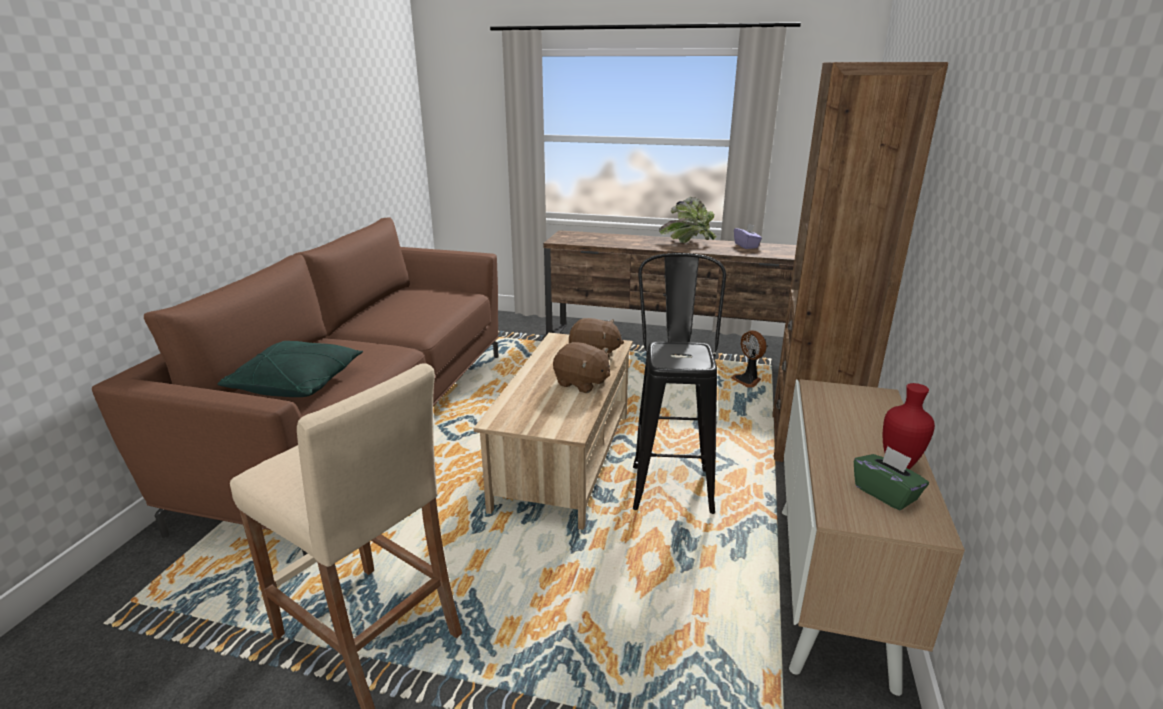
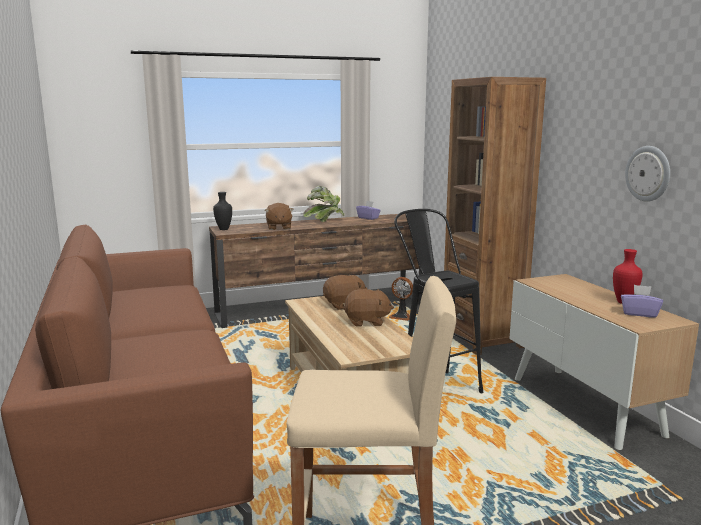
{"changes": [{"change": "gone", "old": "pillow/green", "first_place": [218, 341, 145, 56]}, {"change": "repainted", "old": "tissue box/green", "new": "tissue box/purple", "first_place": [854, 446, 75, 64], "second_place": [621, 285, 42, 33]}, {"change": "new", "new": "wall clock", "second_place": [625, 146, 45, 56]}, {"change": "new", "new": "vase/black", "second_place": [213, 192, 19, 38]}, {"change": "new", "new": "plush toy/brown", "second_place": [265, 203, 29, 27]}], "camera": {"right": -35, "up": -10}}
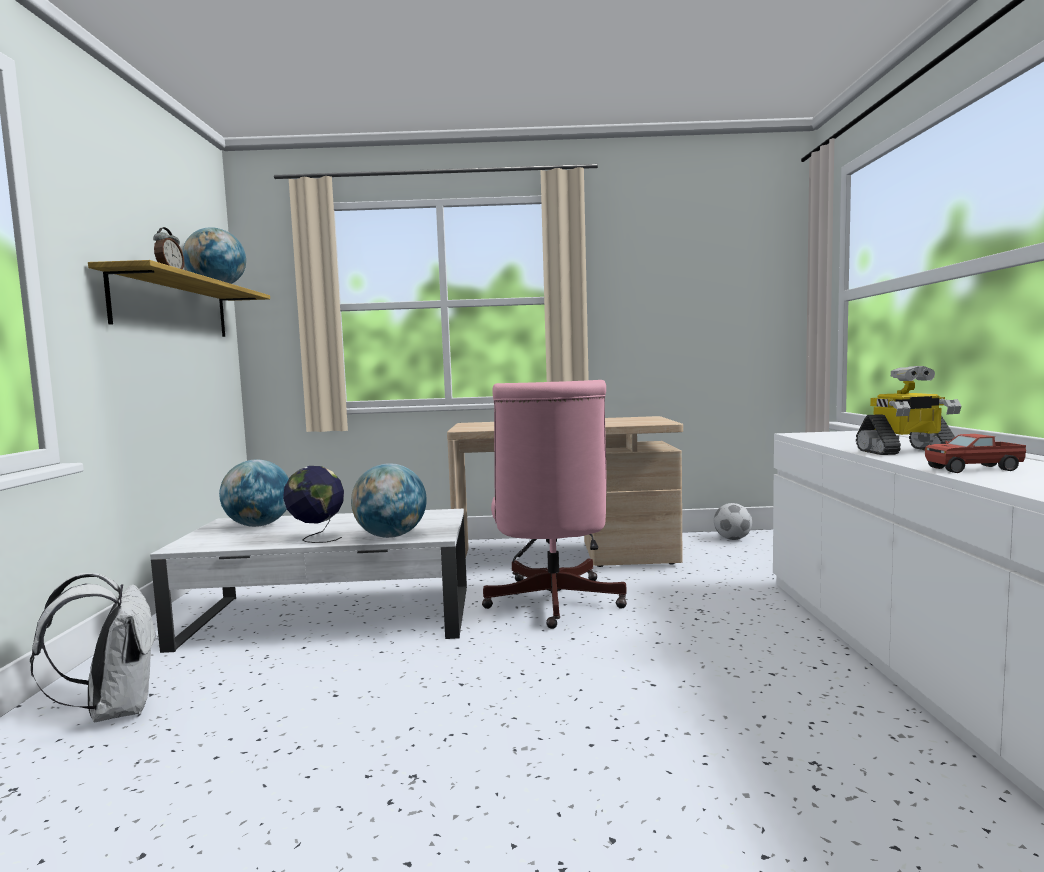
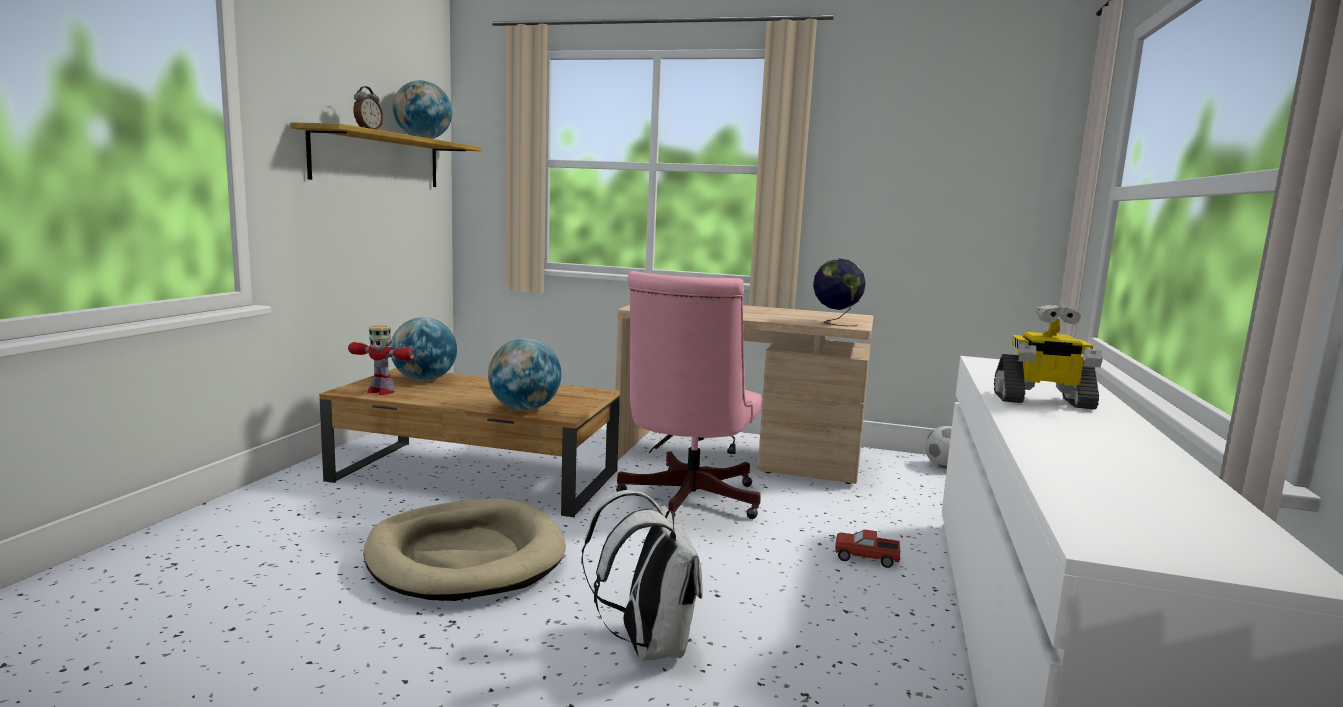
{"changes": [{"change": "shifted", "old": "toy truck", "first_place": [925, 434, 101, 39], "second_place": [835, 530, 65, 38]}, {"change": "shifted", "old": "globe", "first_place": [283, 466, 61, 77], "second_place": [813, 258, 53, 68]}, {"change": "repainted", "old": "coffee table/white", "new": "coffee table/brown", "first_place": [150, 509, 317, 144], "second_place": [319, 368, 301, 149]}, {"change": "shifted", "old": "backpack/white", "first_place": [30, 573, 128, 150], "second_place": [581, 490, 122, 171]}, {"change": "new", "new": "toy robot", "second_place": [348, 325, 67, 70]}, {"change": "new", "new": "dog bed/beige", "second_place": [364, 498, 202, 103]}], "camera": {"right": 15, "up": 5}}
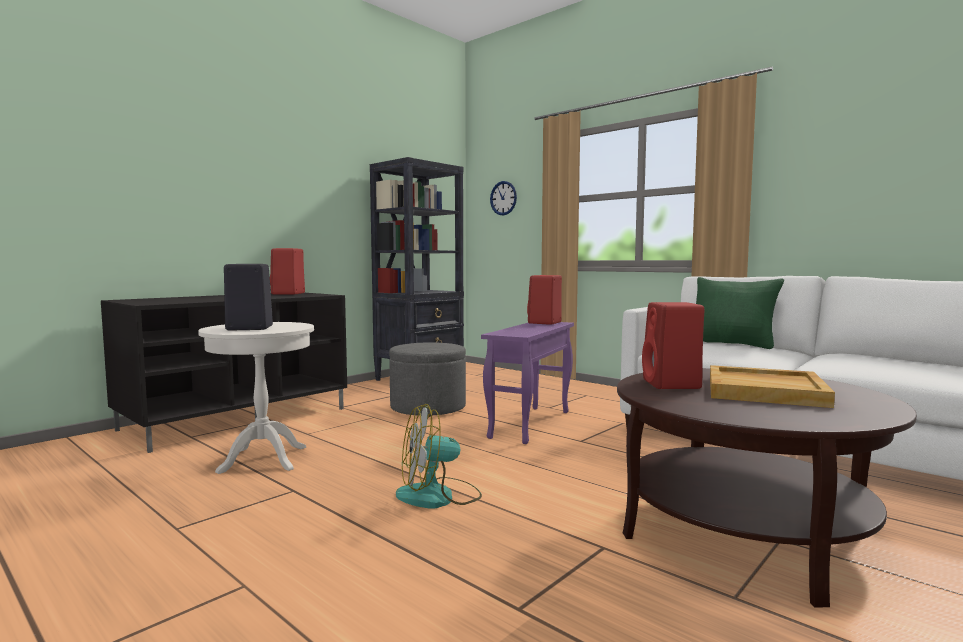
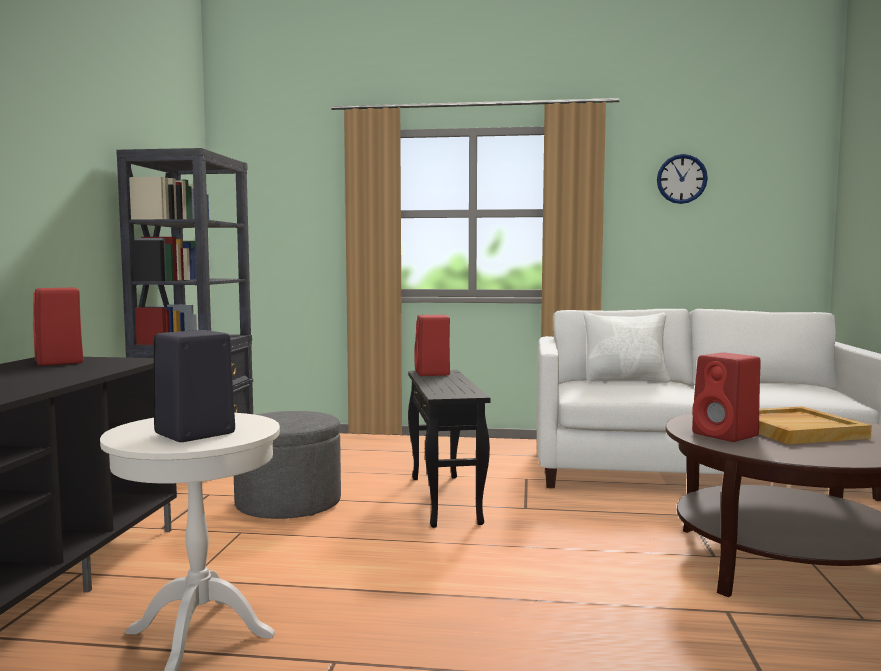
{"changes": [{"change": "shifted", "old": "wall clock", "first_place": [490, 181, 27, 35], "second_place": [657, 154, 51, 50]}, {"change": "repainted", "old": "pillow/green", "new": "pillow/white", "first_place": [696, 277, 88, 72], "second_place": [584, 312, 86, 71]}, {"change": "repainted", "old": "side table/purple", "new": "side table/black", "first_place": [481, 322, 93, 122], "second_place": [408, 370, 82, 158]}, {"change": "gone", "old": "fan", "first_place": [396, 404, 86, 105]}], "camera": {"right": -35, "up": 0}}
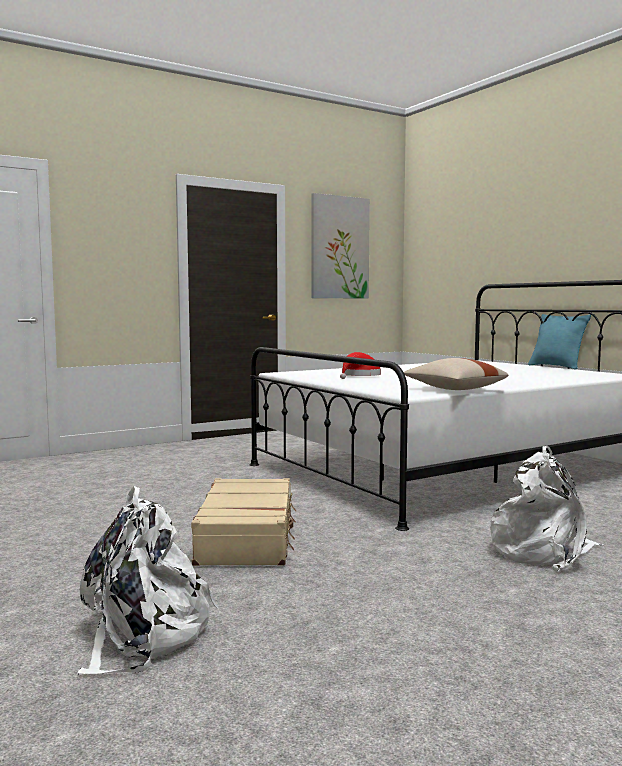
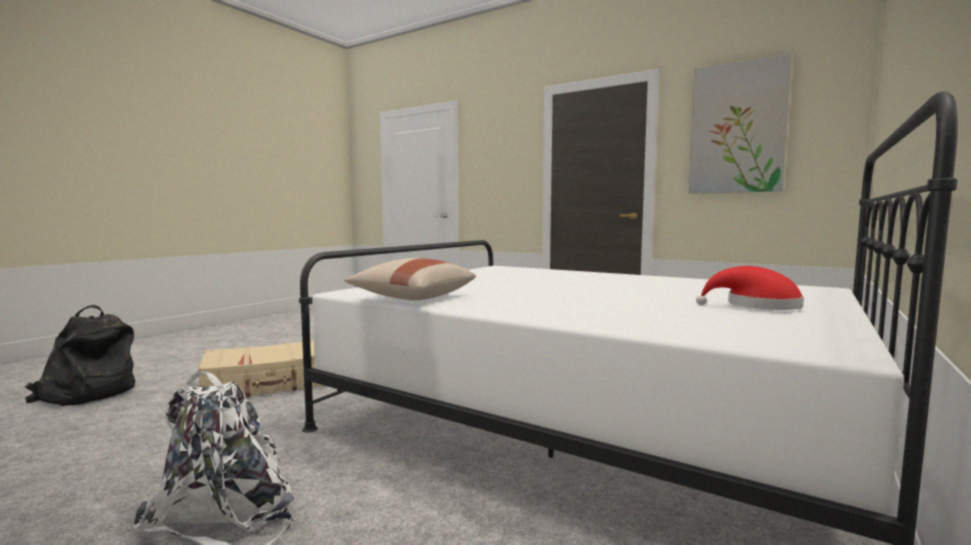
{"changes": [{"change": "gone", "old": "pillow/turquoise", "first_place": [528, 314, 63, 56]}, {"change": "shifted", "old": "hat/red", "first_place": [340, 352, 41, 27], "second_place": [696, 266, 108, 44]}, {"change": "repainted", "old": "backpack/white", "new": "backpack/black", "first_place": [77, 486, 141, 189], "second_place": [25, 305, 111, 101]}], "camera": {"right": 65, "up": 0}}
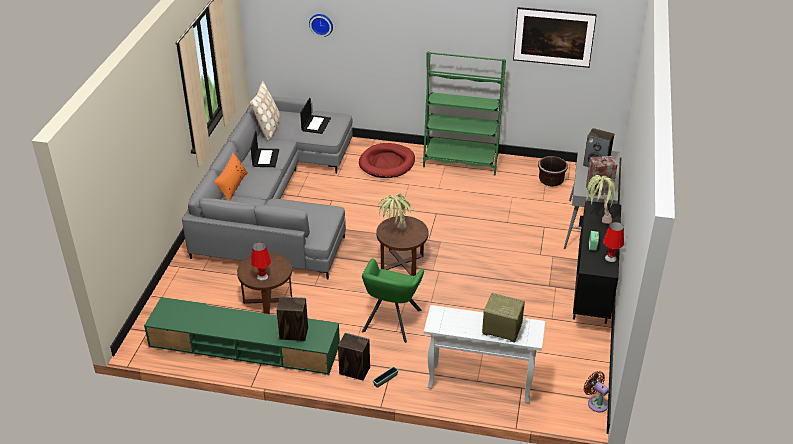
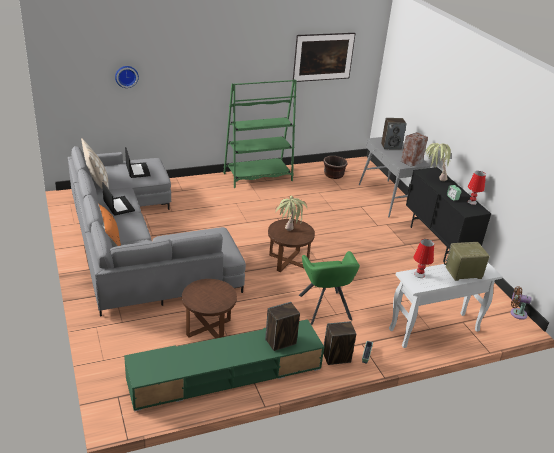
{"changes": [{"change": "gone", "old": "dog bed/red", "first_place": [359, 143, 56, 35]}, {"change": "shifted", "old": "table lamp/red", "first_place": [251, 242, 20, 39], "second_place": [413, 239, 21, 39]}], "camera": {"right": -35, "up": -5}}
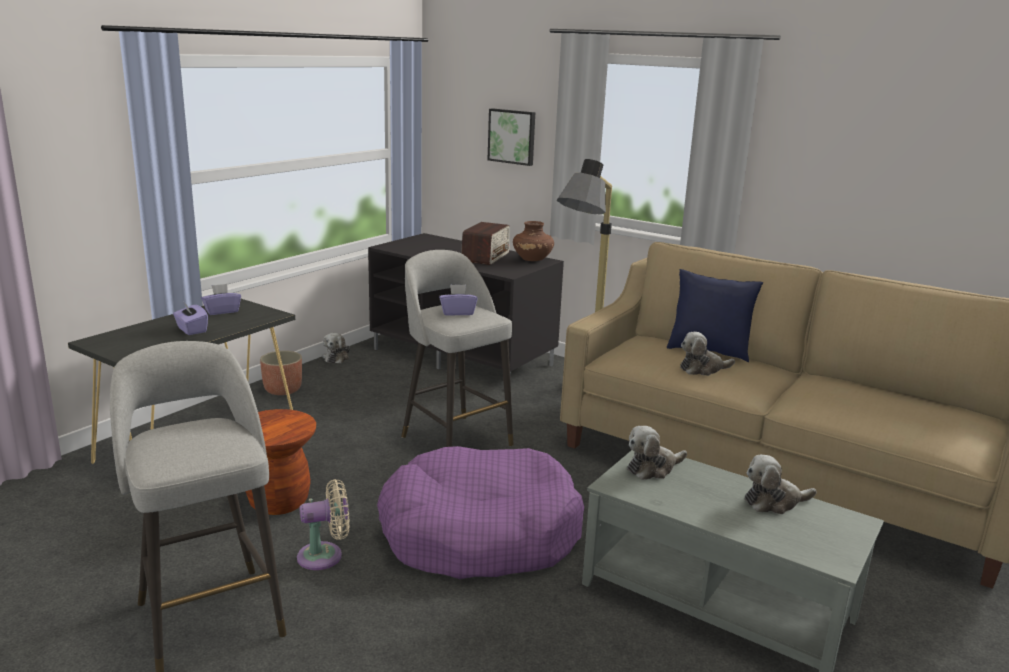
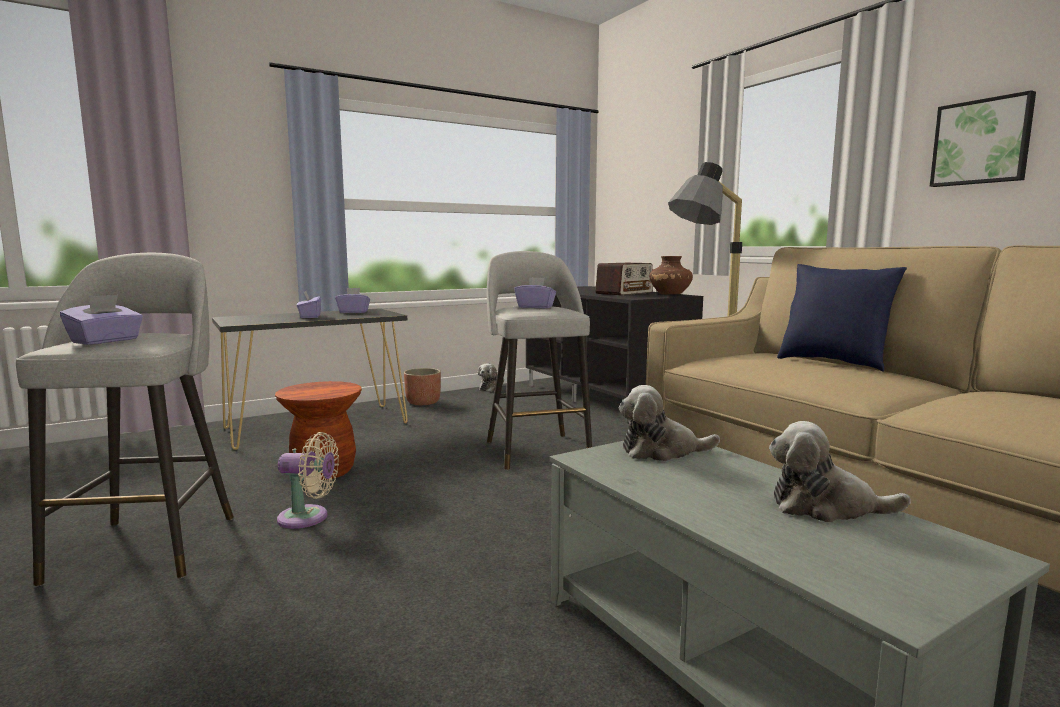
{"changes": [{"change": "shifted", "old": "picture", "first_place": [487, 108, 48, 58], "second_place": [930, 90, 106, 97]}, {"change": "gone", "old": "plush toy", "first_place": [680, 332, 55, 44]}, {"change": "gone", "old": "dog bed/purple", "first_place": [377, 446, 207, 133]}, {"change": "new", "new": "tissue box/purple", "second_place": [60, 294, 83, 51]}], "camera": {"right": 25, "up": -10}}
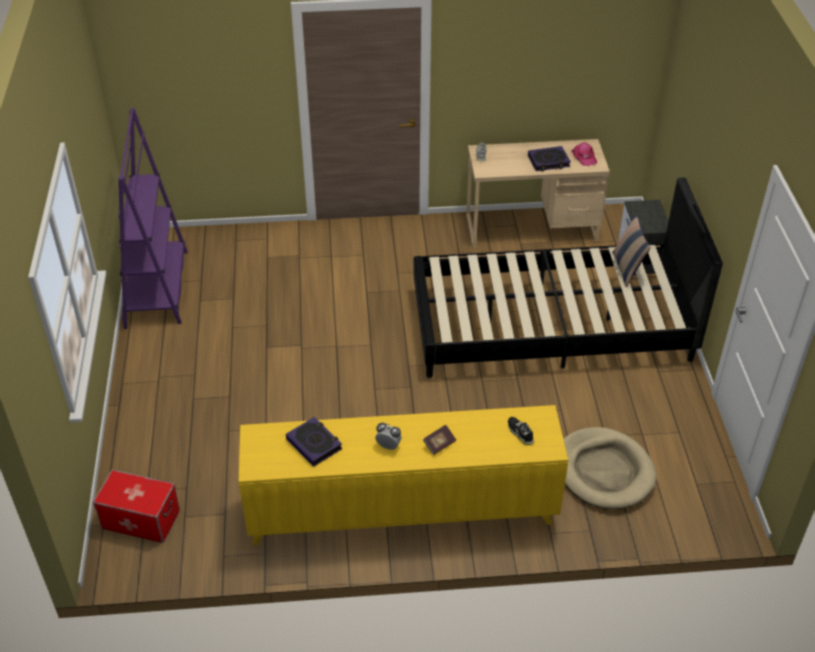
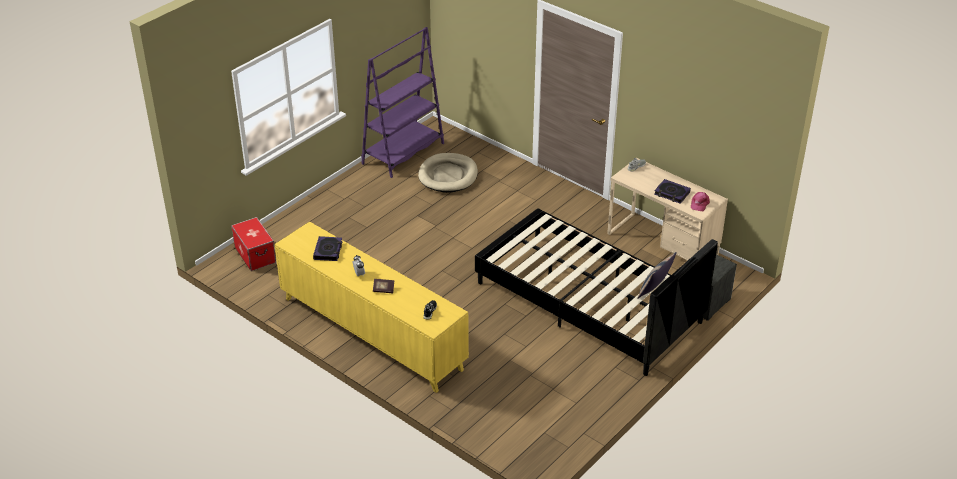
{"changes": [{"change": "shifted", "old": "dog bed/beige", "first_place": [564, 427, 93, 82], "second_place": [418, 153, 60, 40]}], "camera": {"right": 45, "up": -5}}
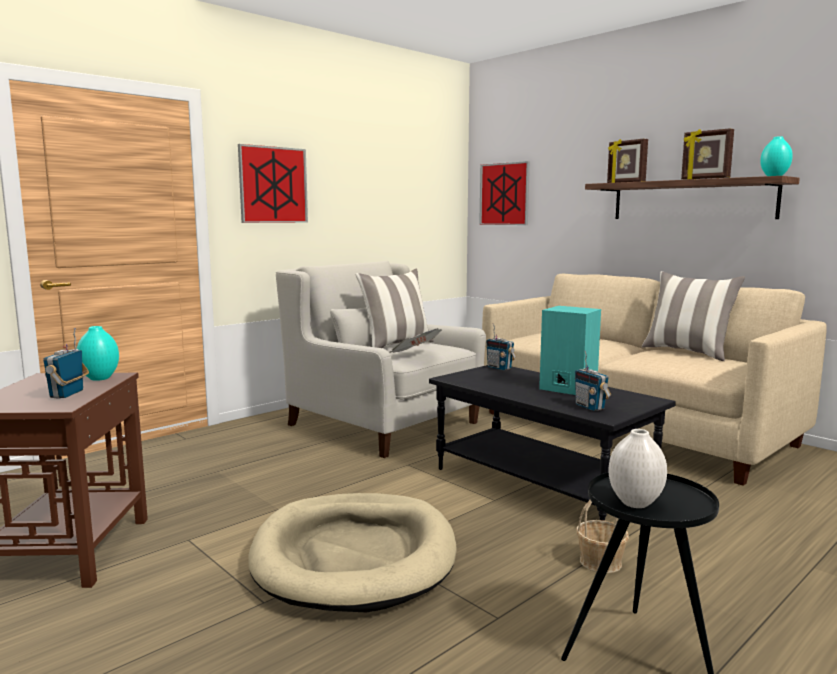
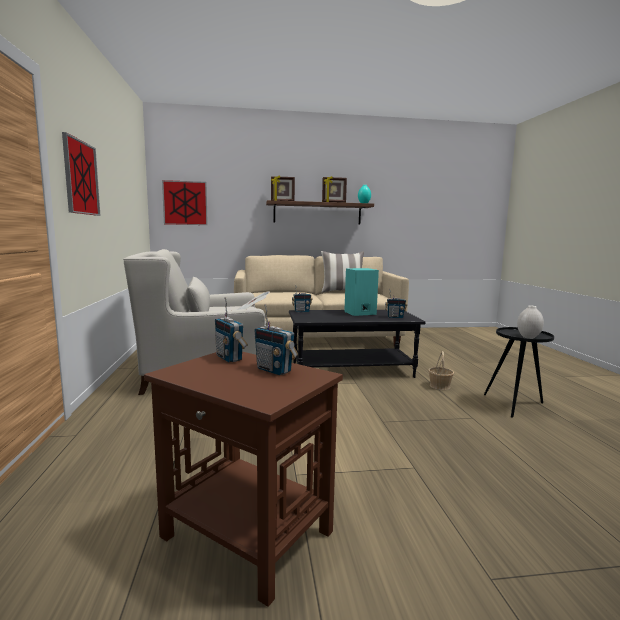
{"changes": [{"change": "gone", "old": "pillow", "first_place": [355, 269, 79, 79]}, {"change": "swapped", "old": "vase/turquoise", "new": "radio", "first_place": [77, 326, 42, 55], "second_place": [215, 298, 33, 64]}, {"change": "gone", "old": "dog bed/beige", "first_place": [248, 493, 209, 119]}], "camera": {"right": -55, "up": 0}}
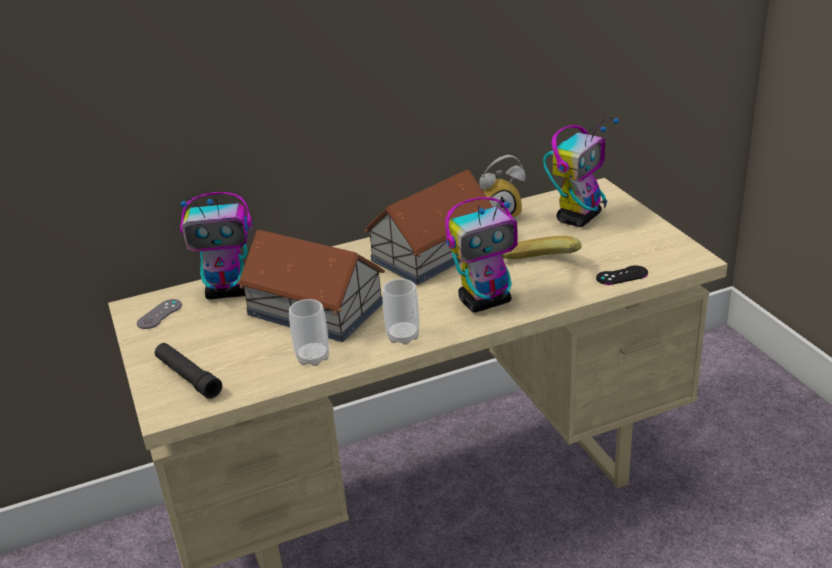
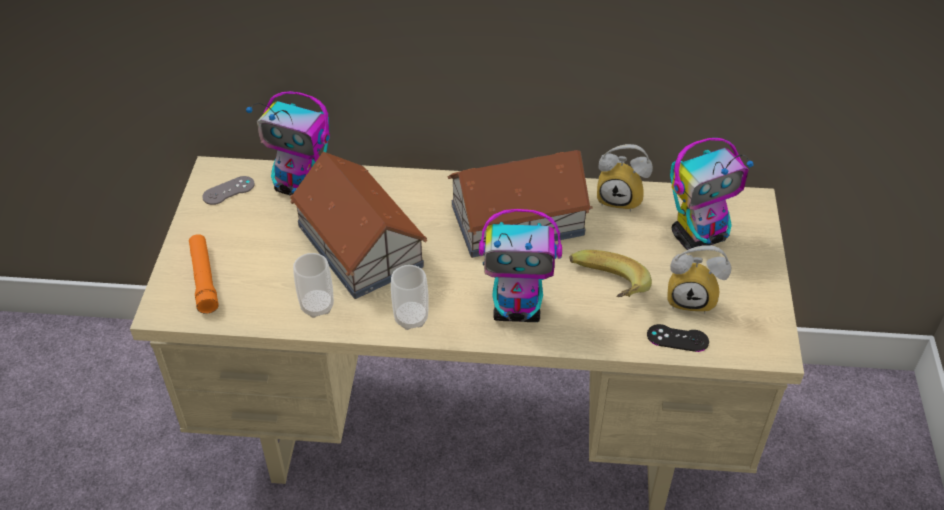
{"changes": [{"change": "repainted", "old": "flashlight/black", "new": "flashlight/orange", "first_place": [155, 343, 67, 56], "second_place": [189, 234, 30, 80]}, {"change": "new", "new": "alarm clock", "second_place": [667, 245, 64, 69]}], "camera": {"right": 25, "up": 15}}
